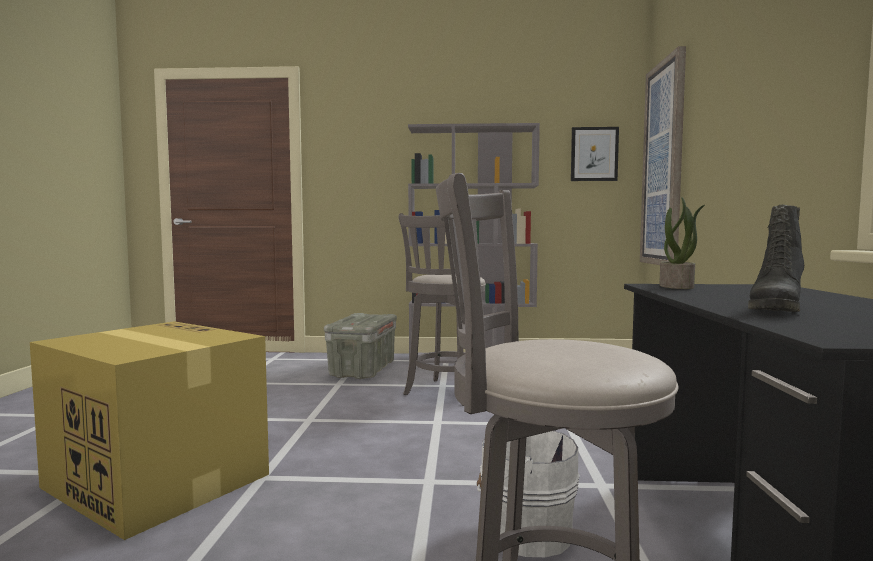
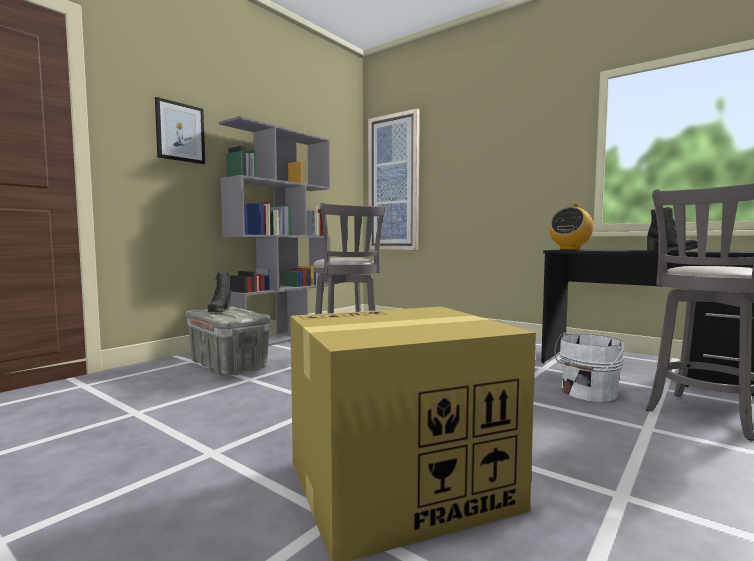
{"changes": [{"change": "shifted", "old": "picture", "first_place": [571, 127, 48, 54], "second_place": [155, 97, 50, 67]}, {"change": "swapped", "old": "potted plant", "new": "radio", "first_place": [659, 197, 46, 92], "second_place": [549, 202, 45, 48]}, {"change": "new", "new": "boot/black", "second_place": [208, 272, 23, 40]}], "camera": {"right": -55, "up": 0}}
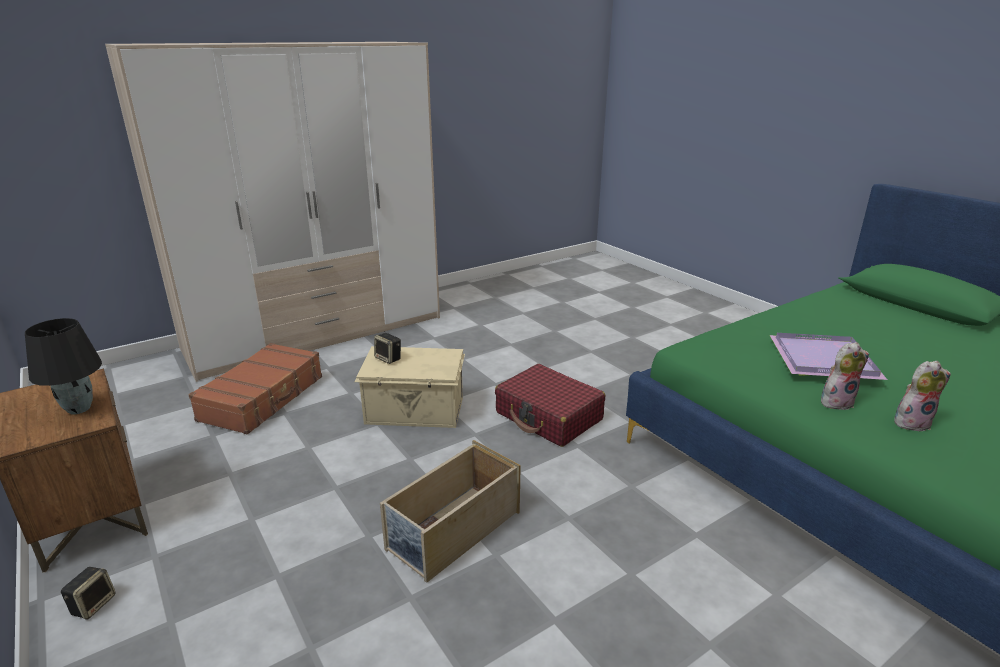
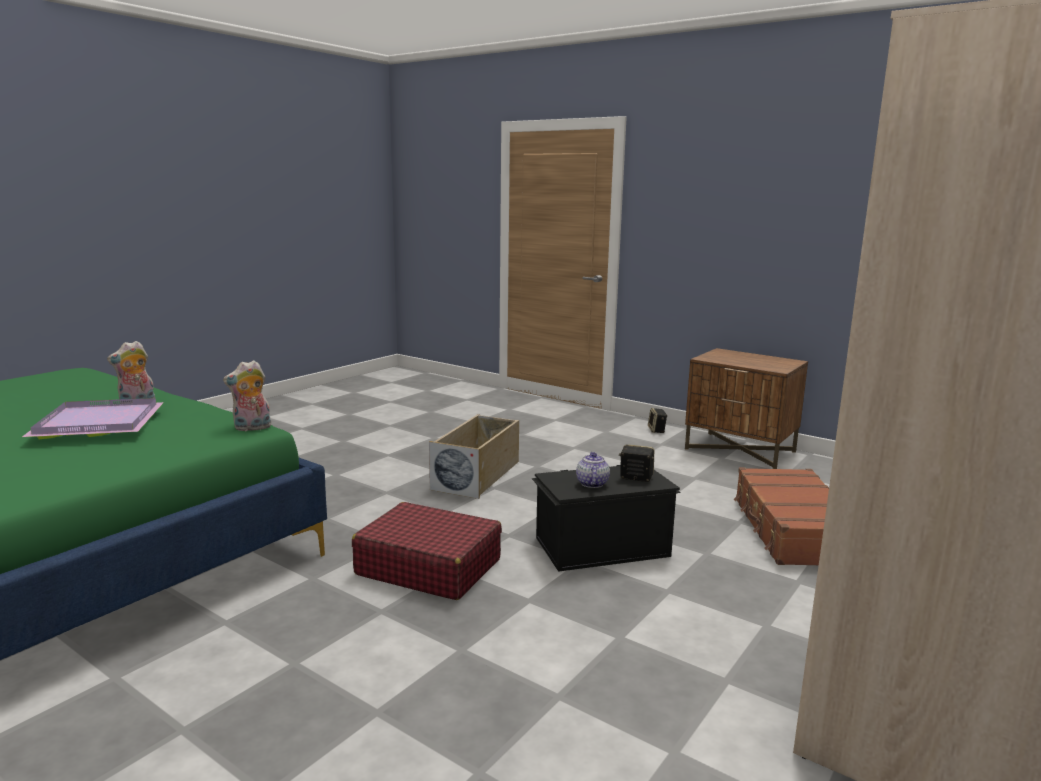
{"changes": [{"change": "gone", "old": "table lamp/black", "first_place": [25, 318, 77, 96]}, {"change": "repainted", "old": "storage box/beige", "new": "storage box/black", "first_place": [354, 346, 111, 82], "second_place": [532, 465, 149, 107]}, {"change": "shifted", "old": "plush toy", "first_place": [894, 361, 57, 70], "second_place": [223, 360, 48, 71]}, {"change": "new", "new": "teapot", "second_place": [576, 452, 34, 36]}], "camera": {"right": 160, "up": -10}}
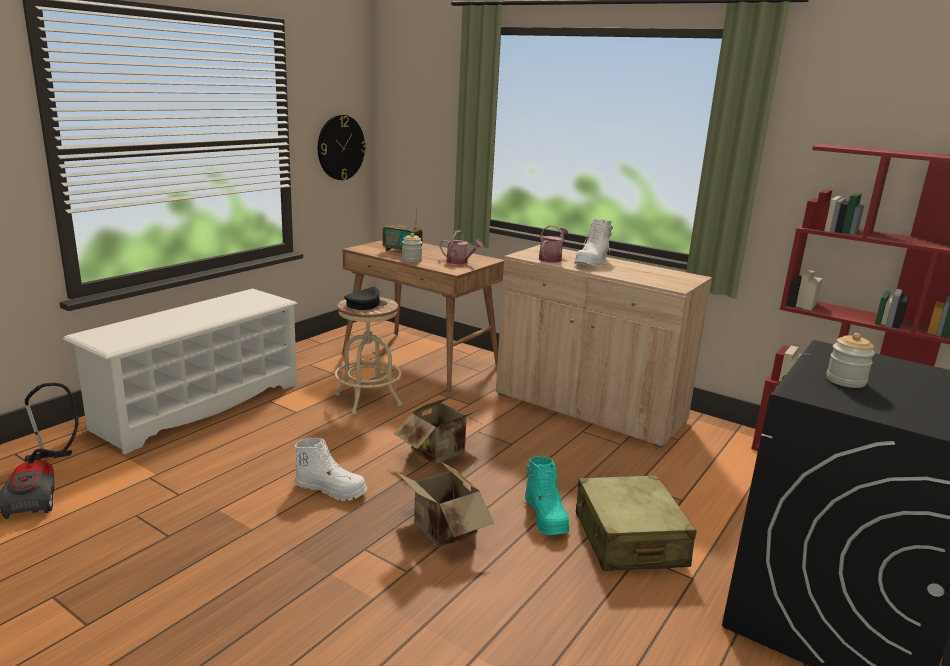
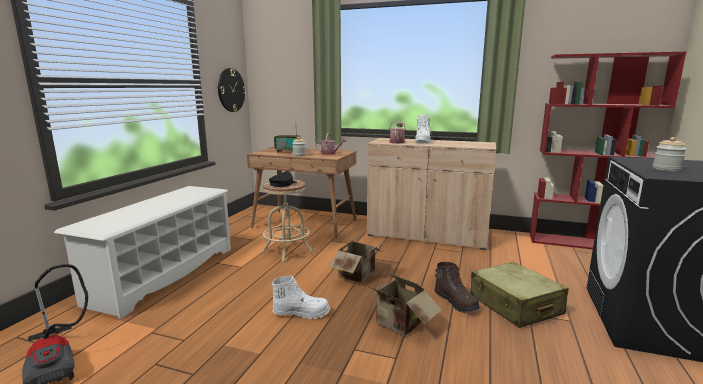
{"changes": [{"change": "repainted", "old": "boot/turquoise", "new": "boot/brown", "first_place": [525, 456, 44, 79], "second_place": [434, 262, 46, 51]}], "camera": {"right": -15, "up": -5}}
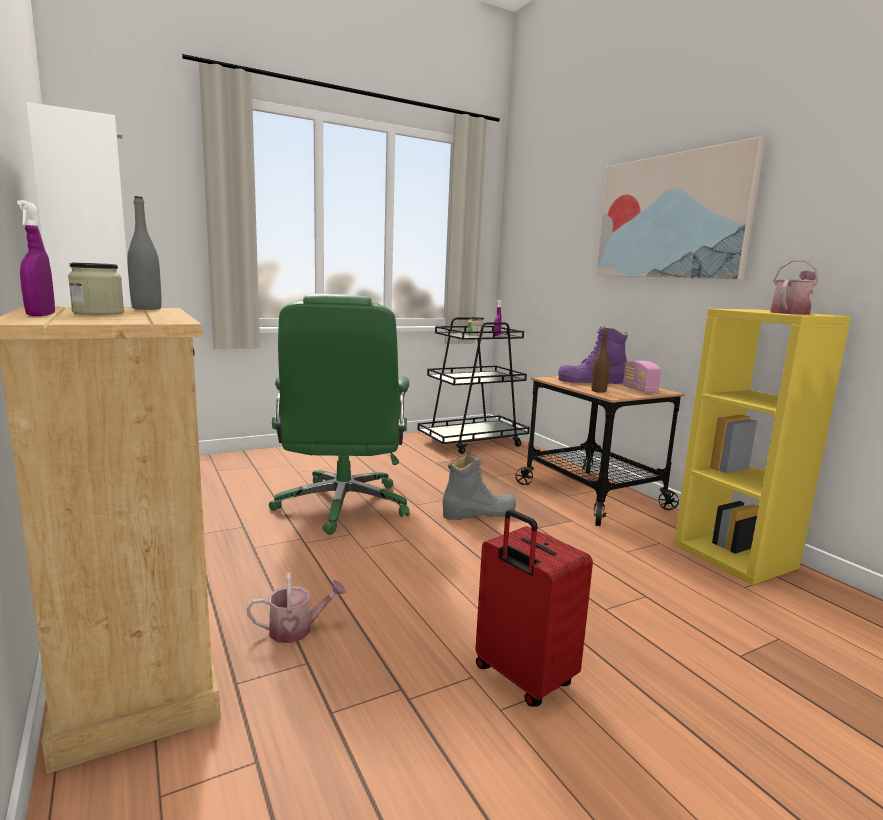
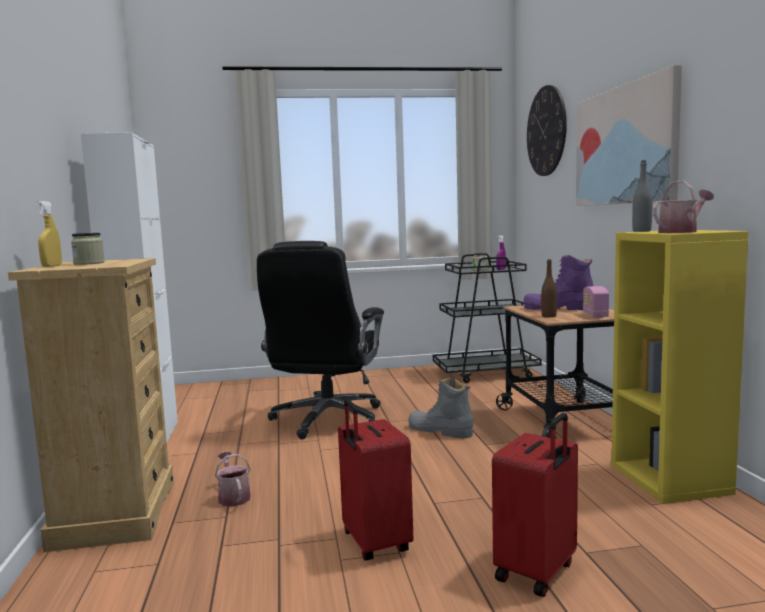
{"changes": [{"change": "shifted", "old": "bottle/grey", "first_place": [127, 196, 35, 114], "second_place": [632, 160, 21, 72]}, {"change": "repainted", "old": "spray bottle/purple", "new": "spray bottle/yellow", "first_place": [17, 200, 38, 116], "second_place": [37, 201, 25, 66]}, {"change": "repainted", "old": "office chair/green", "new": "office chair/black", "first_place": [269, 294, 141, 241], "second_place": [257, 241, 127, 198]}, {"change": "rotated", "old": "boot/grey", "first_place": [443, 455, 73, 65], "second_place": [408, 378, 65, 61], "degrees": -150}, {"change": "rotated", "old": "watering can", "first_place": [247, 572, 99, 71], "second_place": [215, 452, 36, 55], "degrees": -120}, {"change": "new", "new": "wall clock", "second_place": [527, 85, 40, 91]}, {"change": "new", "new": "suitcase/red", "second_place": [492, 413, 86, 184]}], "camera": {"right": 20, "up": -5}}
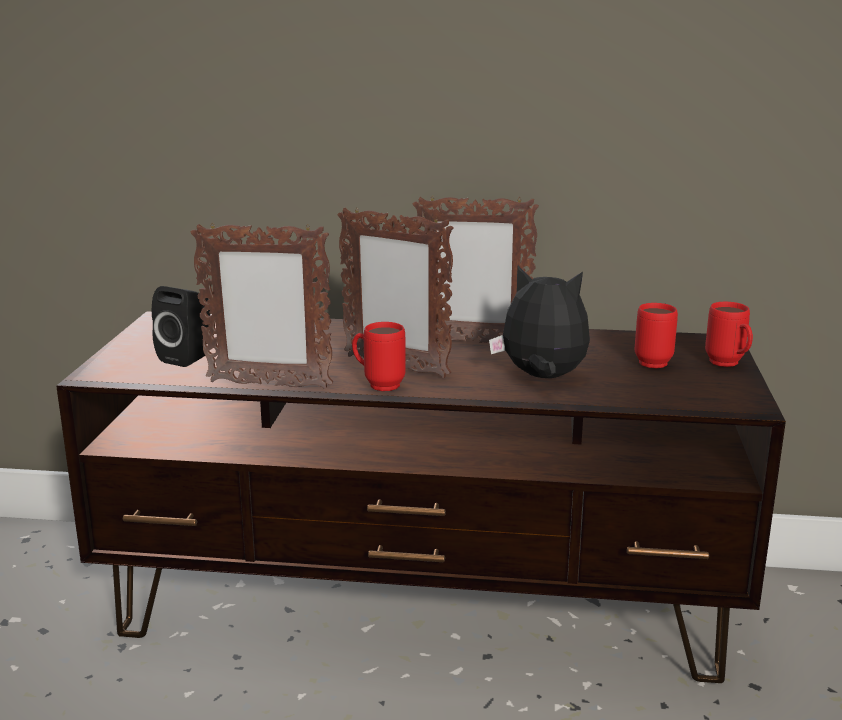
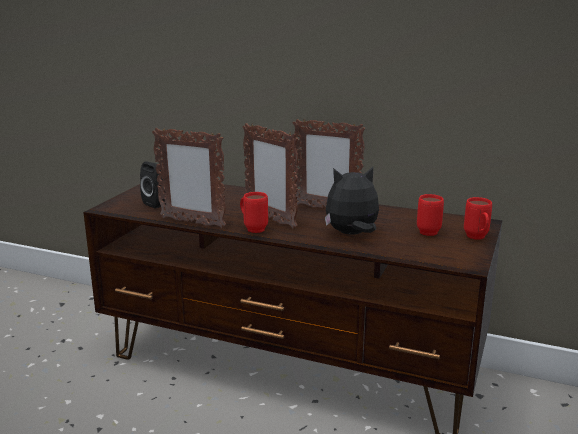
{"changes": [{"change": "rotated", "old": "plush toy", "first_place": [489, 266, 101, 112], "second_place": [325, 167, 54, 68], "degrees": -45}], "camera": {"right": 15, "up": 0}}
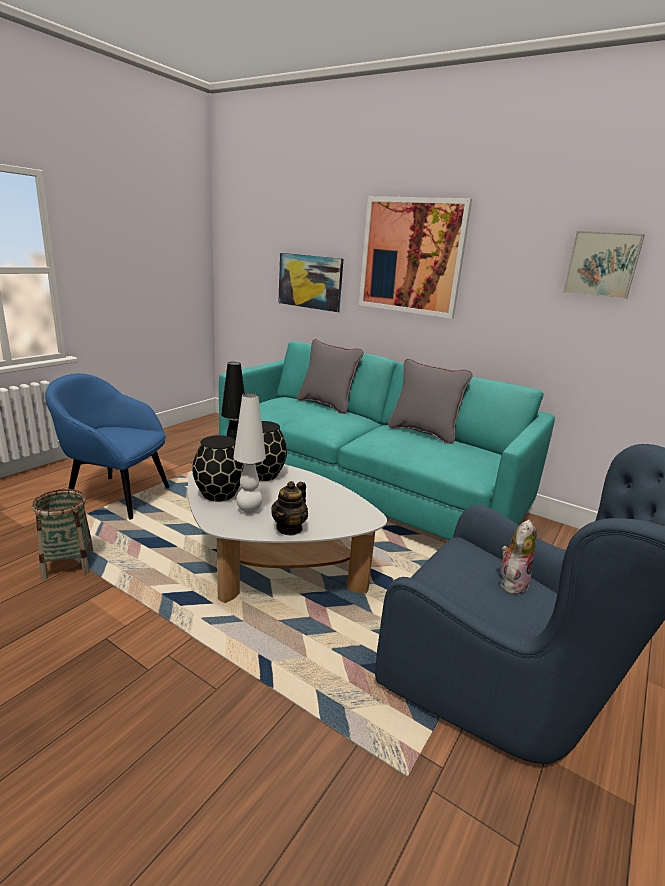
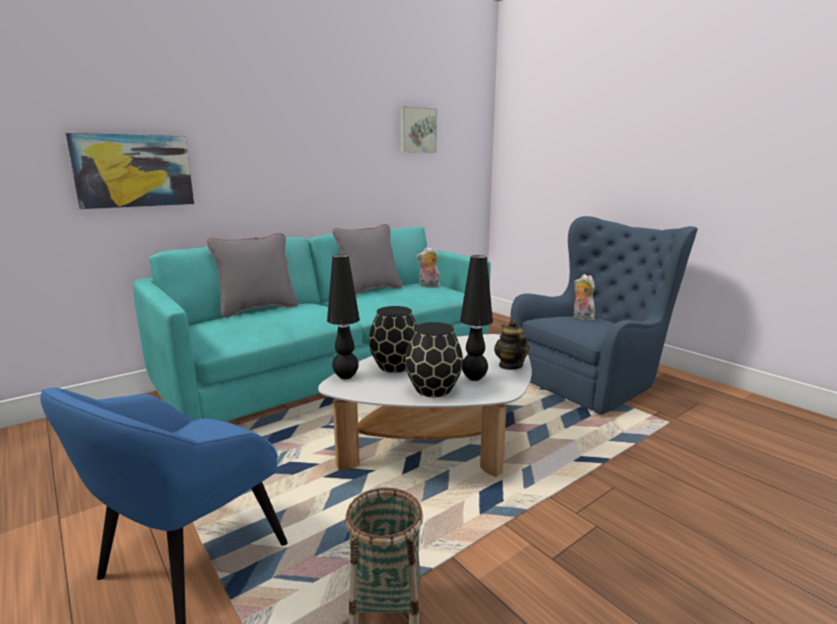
{"changes": [{"change": "gone", "old": "picture", "first_place": [359, 196, 113, 123]}, {"change": "repainted", "old": "table lamp/white", "new": "table lamp/black", "first_place": [233, 393, 33, 121], "second_place": [460, 255, 33, 126]}, {"change": "rotated", "old": "teapot", "first_place": [271, 481, 37, 55], "second_place": [494, 320, 35, 50], "degrees": -150}, {"change": "new", "new": "plush toy", "second_place": [416, 247, 24, 40]}], "camera": {"right": -70, "up": -5}}
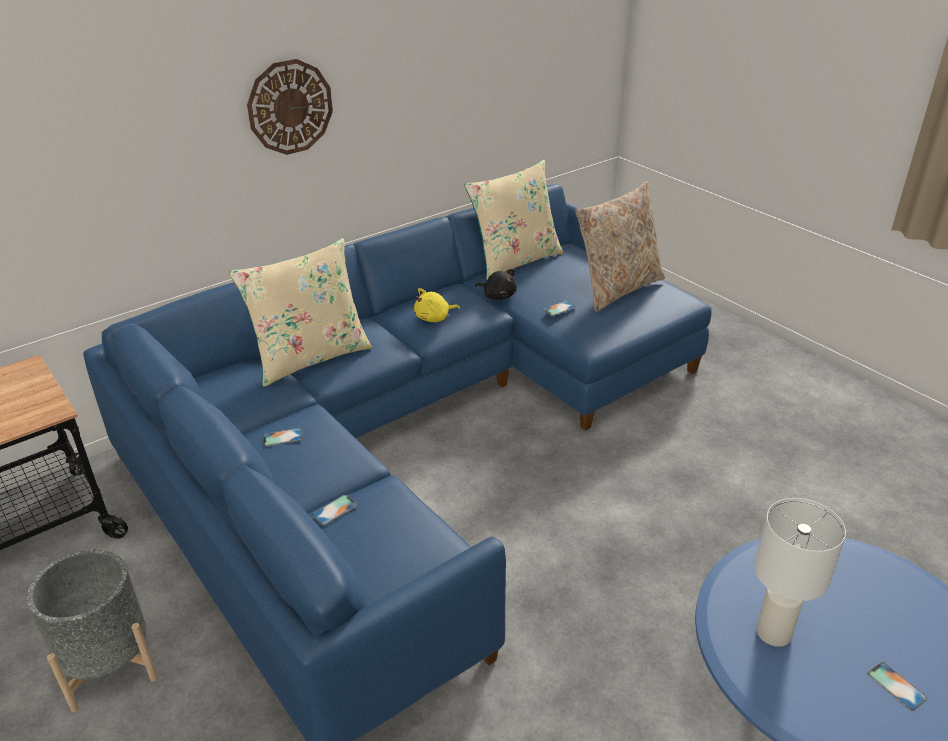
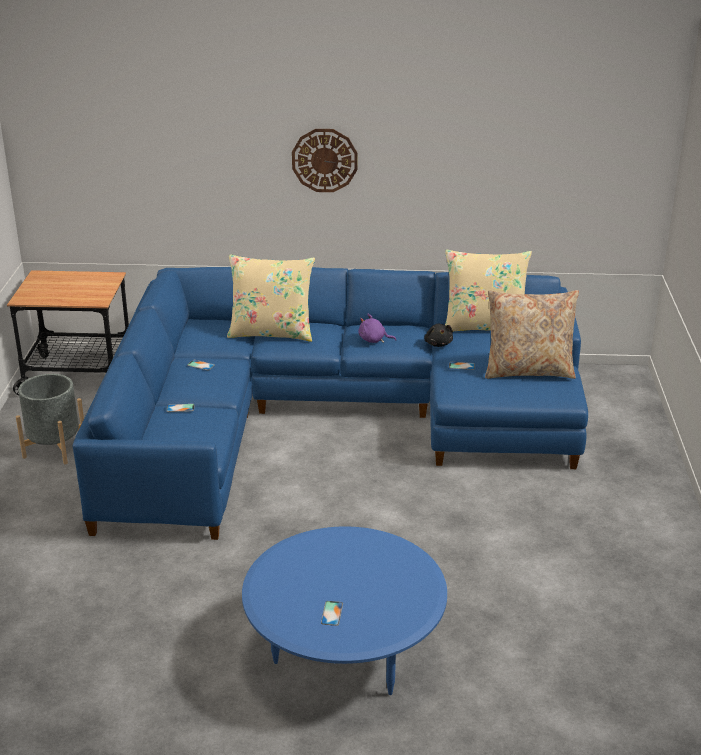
{"changes": [{"change": "repainted", "old": "plush toy/yellow", "new": "plush toy/purple", "first_place": [414, 288, 46, 34], "second_place": [358, 314, 38, 29]}, {"change": "gone", "old": "table lamp/white", "first_place": [754, 498, 92, 149]}], "camera": {"right": 40, "up": -5}}
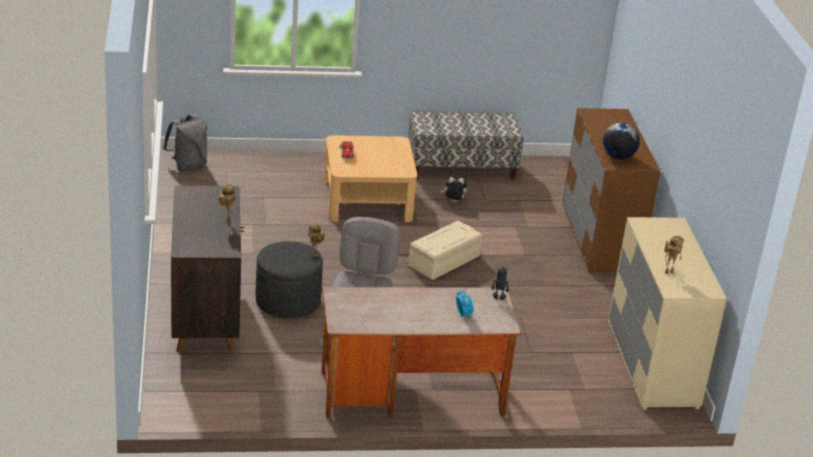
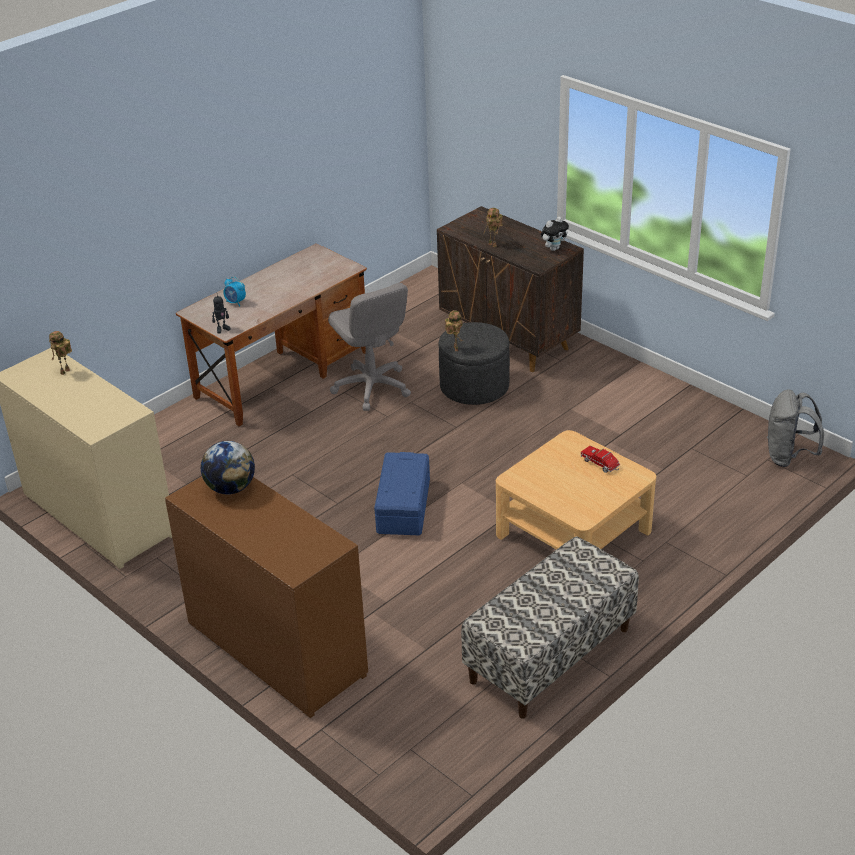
{"changes": [{"change": "shifted", "old": "plush toy", "first_place": [441, 177, 26, 25], "second_place": [541, 217, 28, 34]}, {"change": "repainted", "old": "storage box/beige", "new": "storage box/blue", "first_place": [408, 221, 74, 59], "second_place": [374, 452, 56, 83]}], "camera": {"right": 145, "up": 5}}
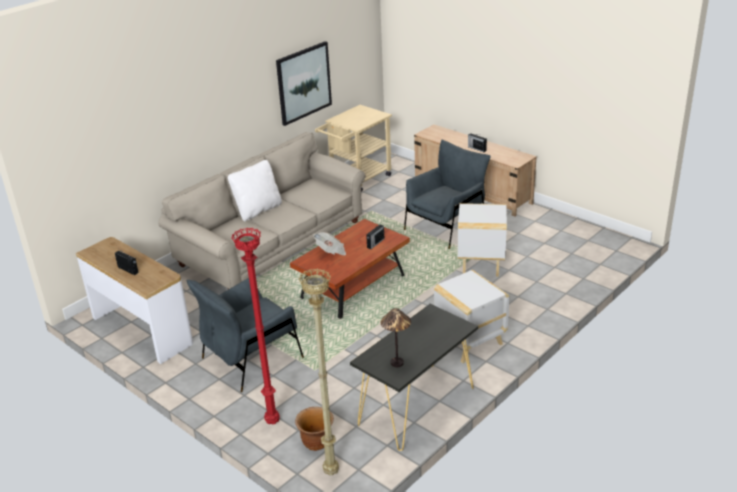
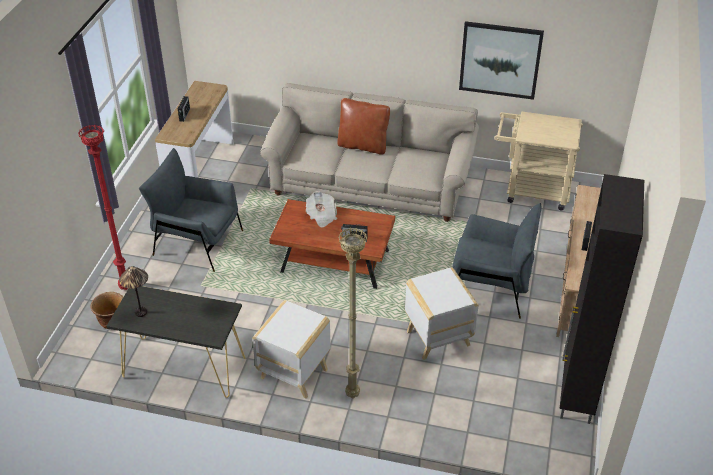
{"changes": [{"change": "repainted", "old": "pillow/white", "new": "pillow/brown", "first_place": [228, 160, 54, 61], "second_place": [337, 98, 53, 57]}, {"change": "shifted", "old": "floor lamp/beige", "first_place": [299, 268, 40, 207], "second_place": [338, 228, 30, 170]}, {"change": "new", "new": "cabinet/black", "second_place": [559, 174, 85, 250]}], "camera": {"right": 60, "up": 10}}
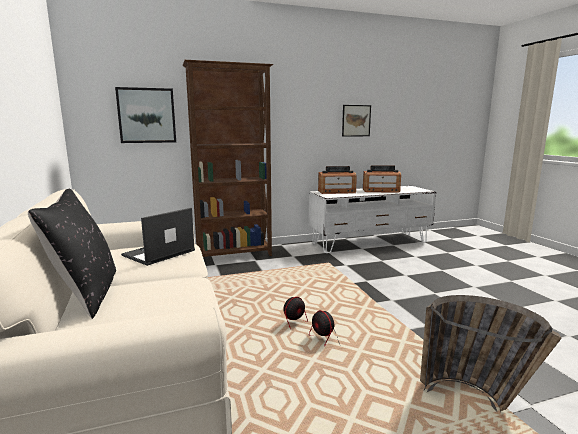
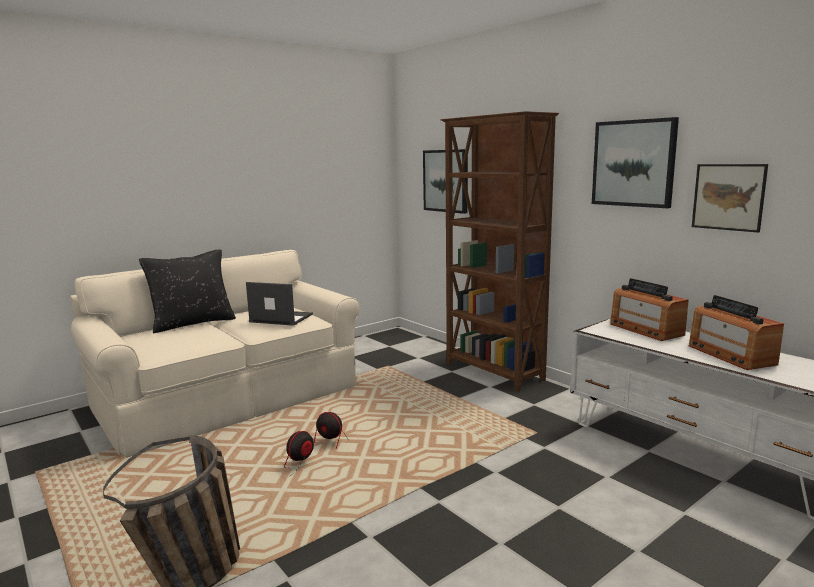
{"changes": [{"change": "new", "new": "picture", "second_place": [592, 117, 87, 91]}], "camera": {"right": 70, "up": 0}}
